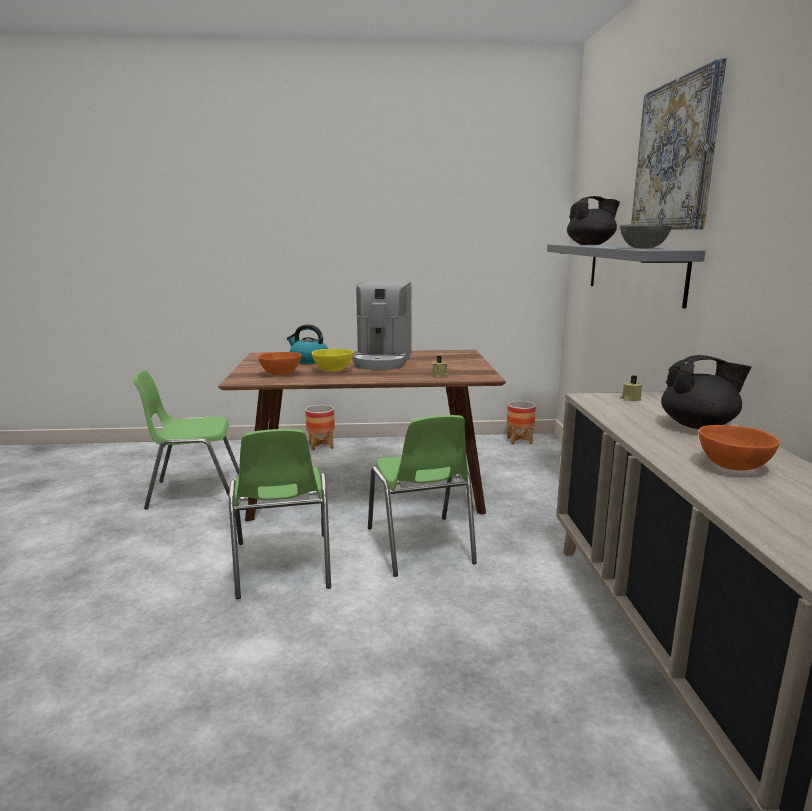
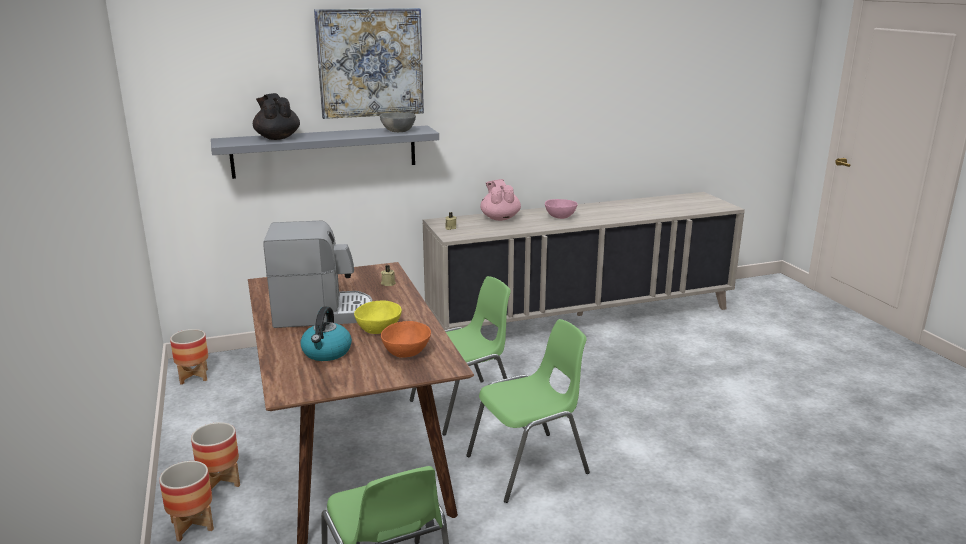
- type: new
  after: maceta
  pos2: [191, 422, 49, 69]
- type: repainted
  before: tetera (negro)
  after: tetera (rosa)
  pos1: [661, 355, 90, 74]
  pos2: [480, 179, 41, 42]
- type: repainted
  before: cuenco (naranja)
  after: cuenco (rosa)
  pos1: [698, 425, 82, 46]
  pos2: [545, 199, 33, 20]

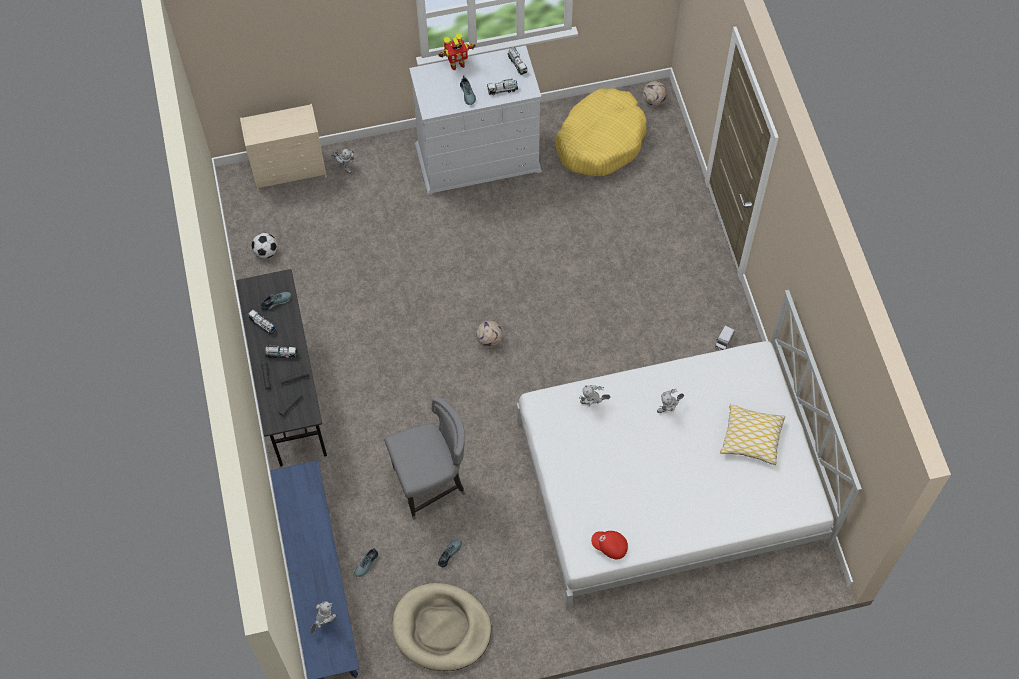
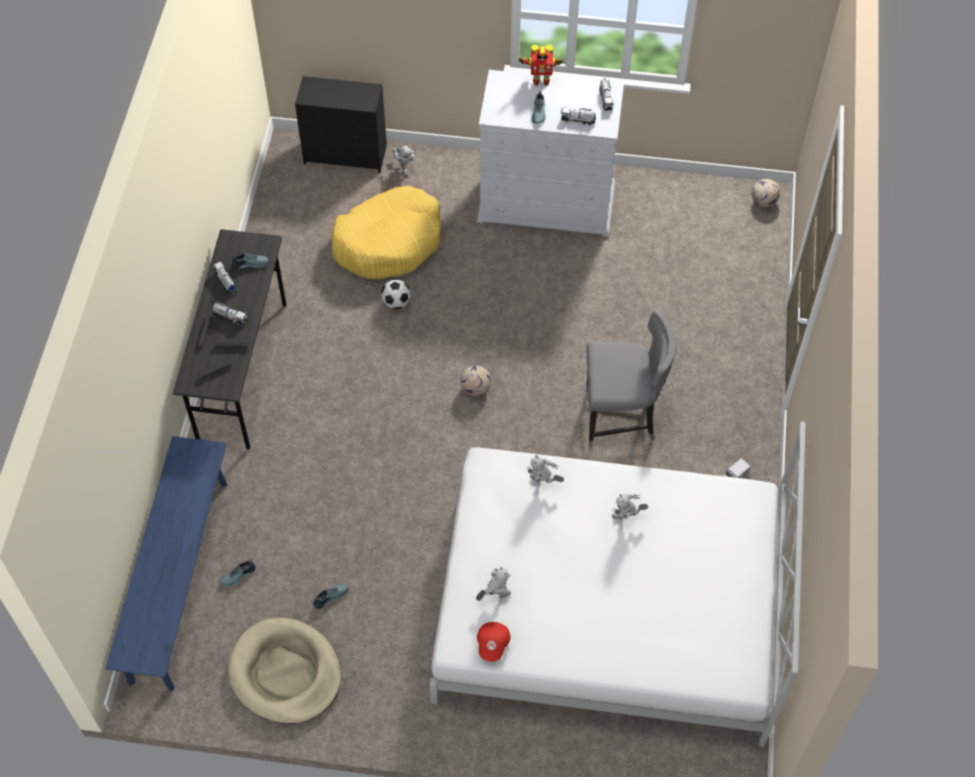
- type: gone
  before: cojín
  pos1: [720, 404, 65, 61]
- type: shifted
  before: balón de fútbol
  pos1: [252, 233, 26, 26]
  pos2: [381, 280, 30, 29]
- type: shifted
  before: robot de juguete
  pos1: [310, 601, 27, 33]
  pos2: [476, 567, 35, 34]
- type: shifted
  before: silla (gris)
  pos1: [384, 396, 81, 124]
  pos2: [586, 309, 90, 138]
- type: shifted
  before: cama para perro (amarillo)
  pos1: [555, 88, 92, 88]
  pos2: [332, 186, 109, 93]
- type: repainted
  before: cómoda (beis)
  after: cómoda (negro)
  pos1: [240, 104, 87, 87]
  pos2: [295, 76, 92, 97]
- type: rotated
  before: gorra (rojo)
  pos1: [591, 531, 37, 28]
  pos2: [477, 622, 33, 40]
  turn: -120

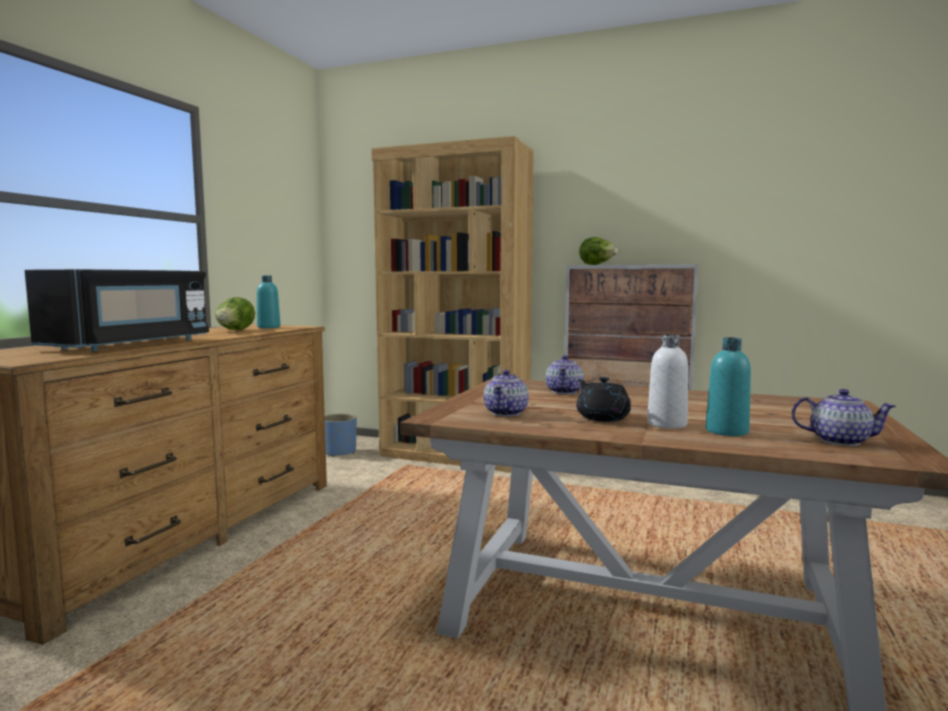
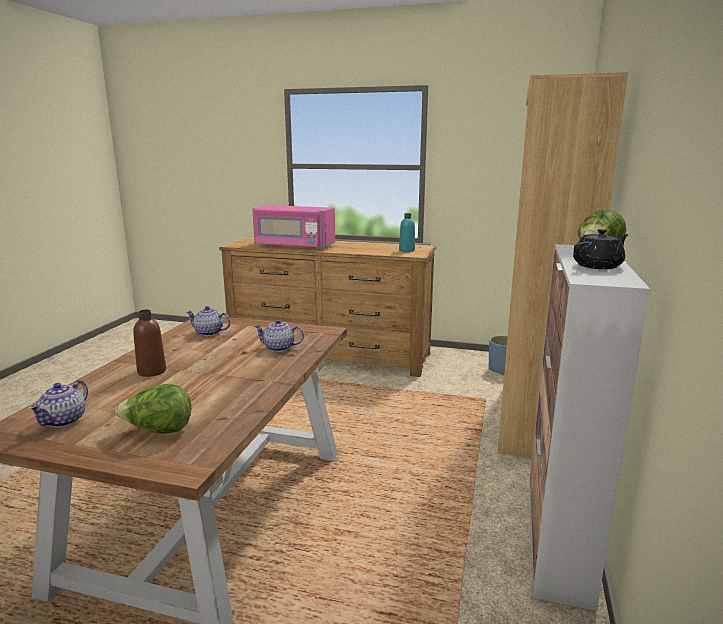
- type: gone
  before: botella (turquesa)
  pos1: [706, 337, 45, 99]
- type: shifted
  before: lechuga
  pos1: [215, 297, 40, 34]
  pos2: [115, 384, 76, 50]
- type: shifted
  before: tetera (negro)
  pos1: [577, 377, 54, 45]
  pos2: [573, 229, 56, 40]
- type: repainted
  before: microondas (negro)
  after: microondas (rosa)
  pos1: [25, 269, 184, 83]
  pos2: [252, 205, 83, 44]
- type: repainted
  before: botella (blanco)
  after: botella (marrón)
  pos1: [647, 335, 41, 94]
  pos2: [133, 310, 33, 67]

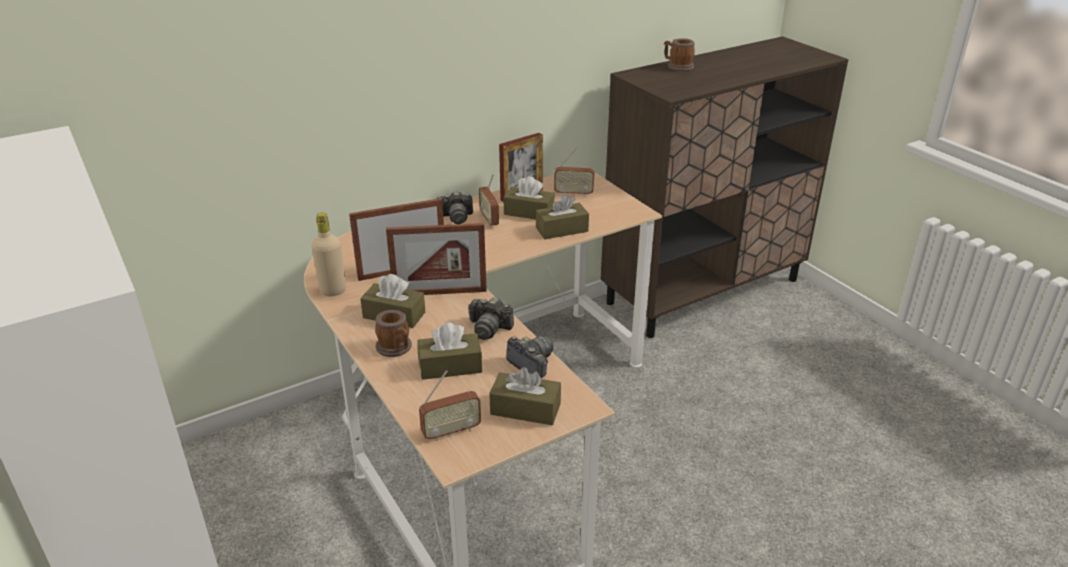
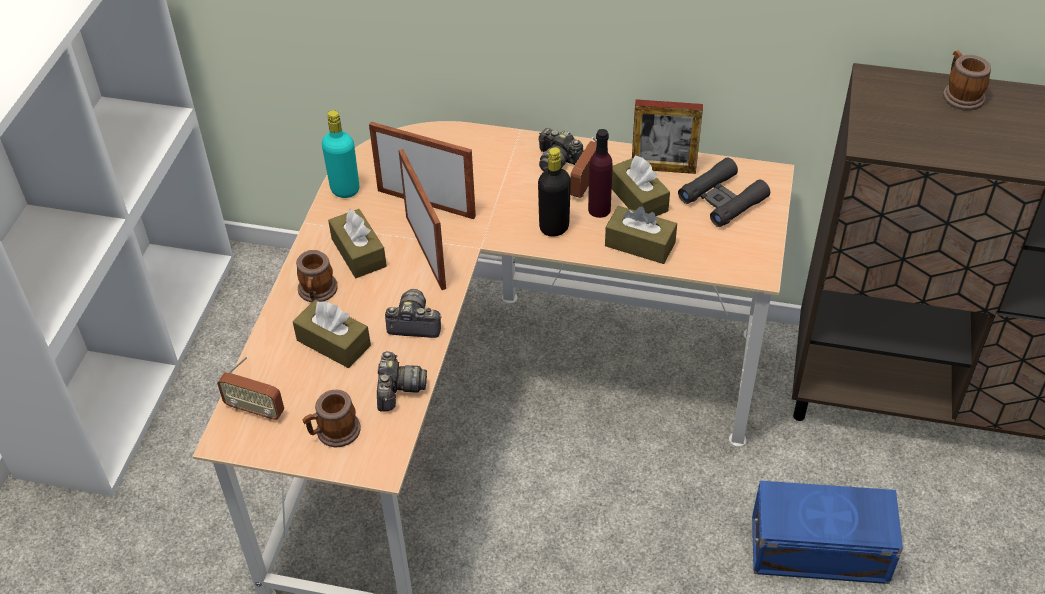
- type: new
  after: botella (negro)
  pos2: [538, 147, 33, 90]
- type: new
  after: botella (morado)
  pos2: [588, 129, 25, 89]
- type: new
  after: caja de almacenaje (azul)
  pos2: [752, 481, 151, 103]
- type: swapped
  before: caja de pañuelos (marrón)
  after: taza grande
  pos1: [489, 367, 72, 58]
  pos2: [303, 390, 58, 57]
- type: swapped
  before: radio
  after: prismáticos (negro)
  pos1: [554, 148, 40, 48]
  pos2: [678, 158, 92, 69]
- type: repainted
  before: botella (beis)
  after: botella (turquesa)
  pos1: [311, 213, 35, 83]
  pos2: [322, 110, 37, 88]
- type: rotated
  before: portarretratos
  pos1: [386, 223, 101, 72]
  pos2: [398, 149, 48, 141]
  turn: -150
- type: rotated
  before: cámara
  pos1: [468, 297, 46, 43]
  pos2: [385, 289, 57, 49]
  turn: 120

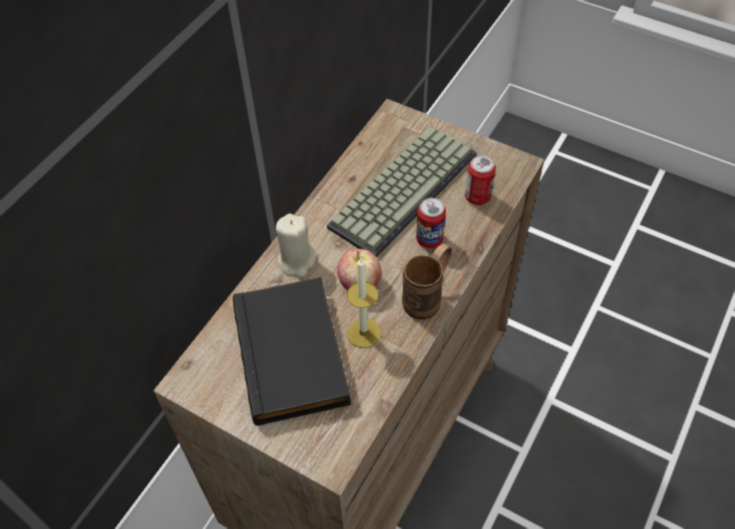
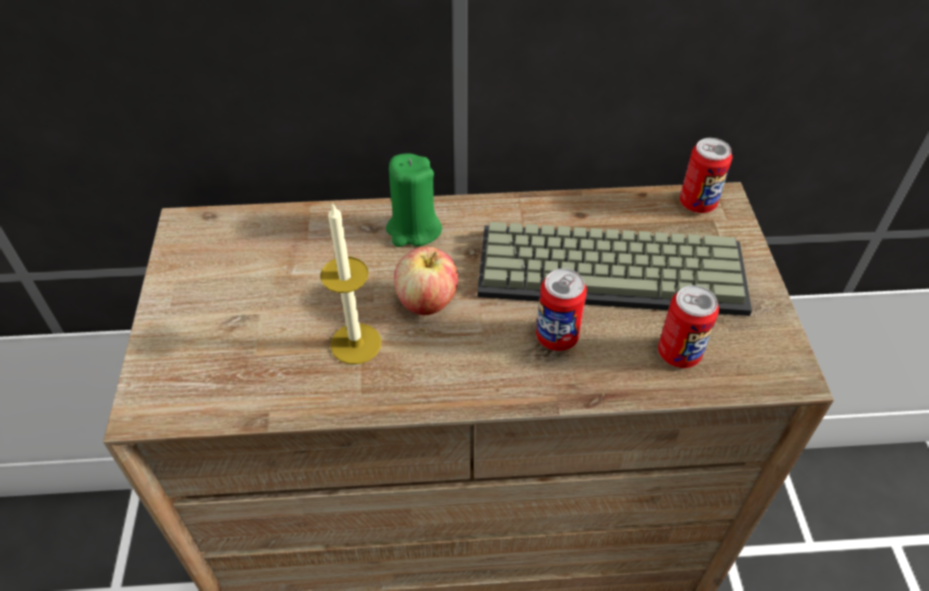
- type: gone
  before: libro (negro)
  pos1: [233, 277, 118, 149]
- type: gone
  before: taza grande (marrón)
  pos1: [402, 243, 50, 77]
- type: new
  after: lata
  pos2: [680, 138, 52, 75]
- type: repainted
  before: vela (beis)
  after: vela (verde)
  pos1: [276, 214, 40, 63]
  pos2: [386, 153, 56, 94]

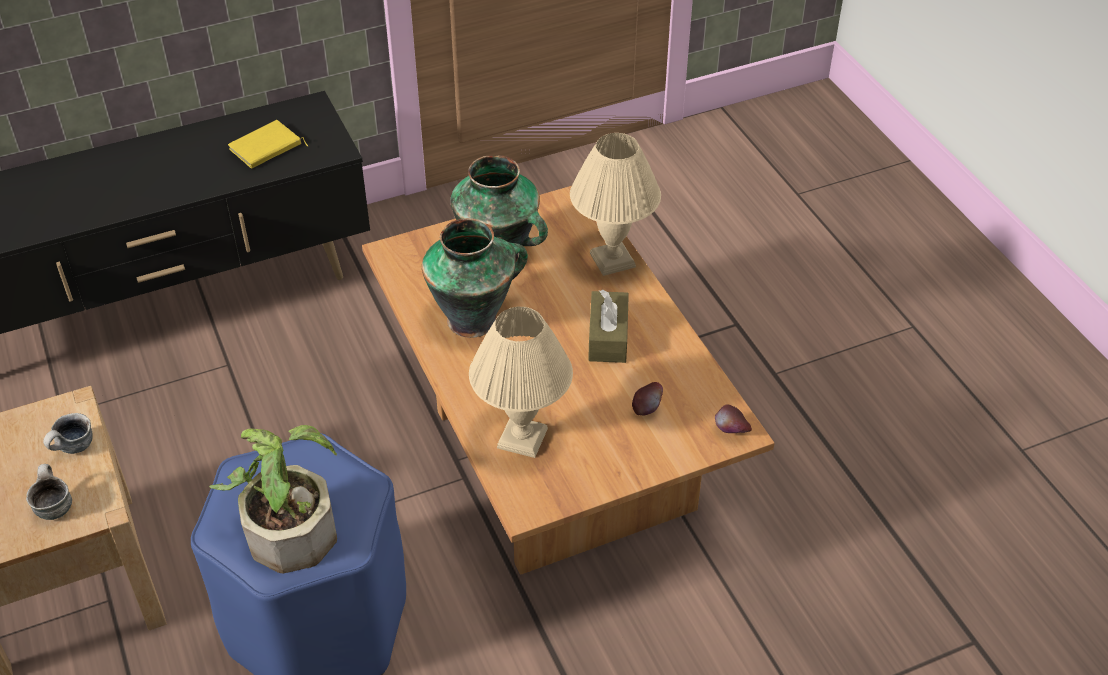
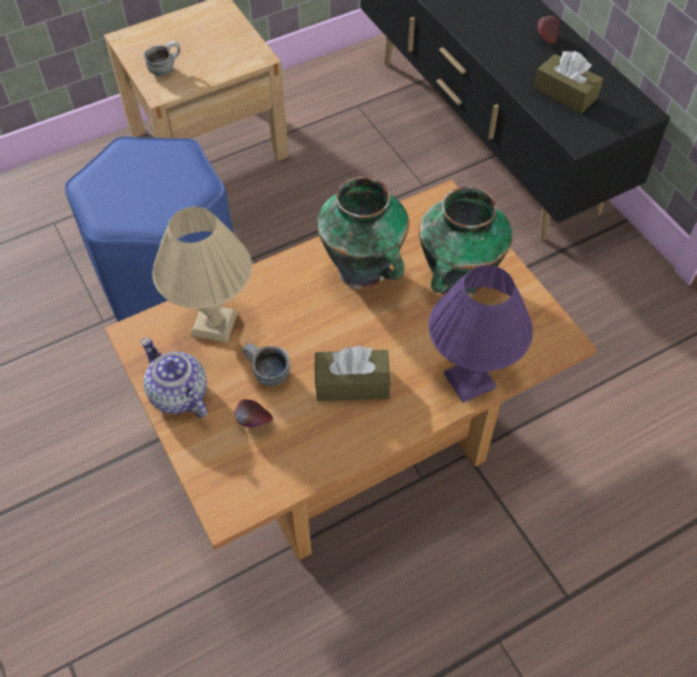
- type: gone
  before: planta en maceta
  pos1: [209, 425, 128, 148]
- type: new
  after: tetera
  pos2: [141, 338, 66, 80]
- type: shifted
  before: taza grande
  pos1: [43, 413, 50, 41]
  pos2: [242, 343, 48, 43]
- type: shifted
  before: manzana
  pos1: [715, 404, 37, 29]
  pos2: [538, 16, 22, 29]
- type: swapped
  before: libro (amarillo)
  after: caja de pañuelos (marrón)
  pos1: [228, 120, 80, 49]
  pos2: [534, 51, 69, 62]
- type: repainted
  before: lámpara de mesa (beis)
  after: lámpara de mesa (morado)
  pos1: [570, 133, 91, 143]
  pos2: [428, 265, 105, 138]

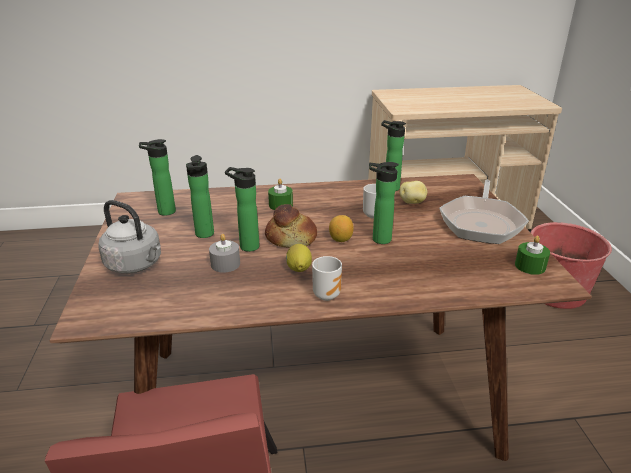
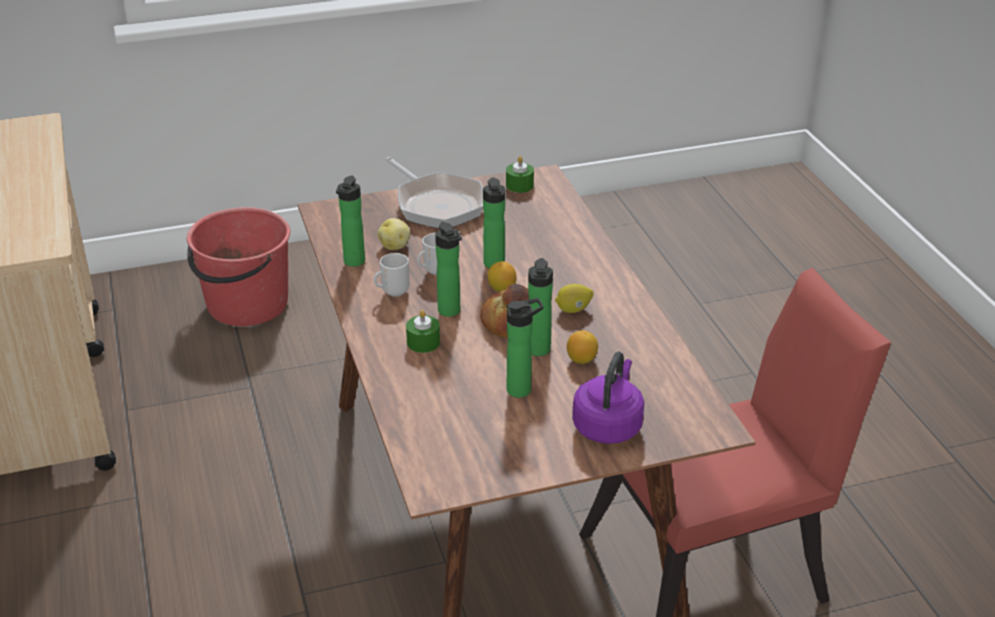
- type: shifted
  before: botella
  pos1: [139, 139, 37, 77]
  pos2: [435, 222, 27, 95]
- type: shifted
  before: taza grande
  pos1: [312, 256, 30, 45]
  pos2: [373, 253, 36, 44]
- type: swapped
  before: vela (gris)
  after: limón
  pos1: [209, 234, 31, 39]
  pos2: [567, 330, 31, 34]
- type: repainted
  before: hervidor (gris)
  after: hervidor (morado)
  pos1: [98, 200, 63, 74]
  pos2: [572, 352, 72, 92]
- type: rotated
  before: sartén
  pos1: [439, 180, 90, 64]
  pos2: [385, 157, 98, 71]
  turn: 45

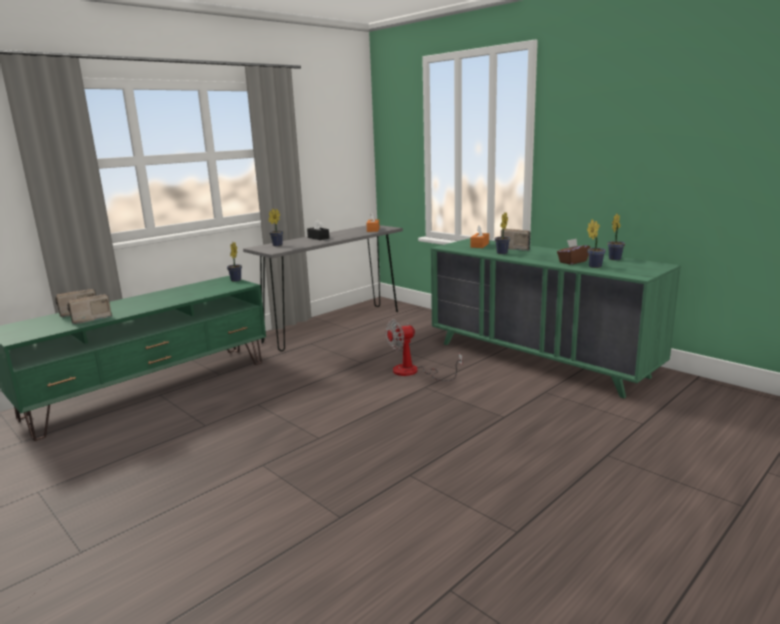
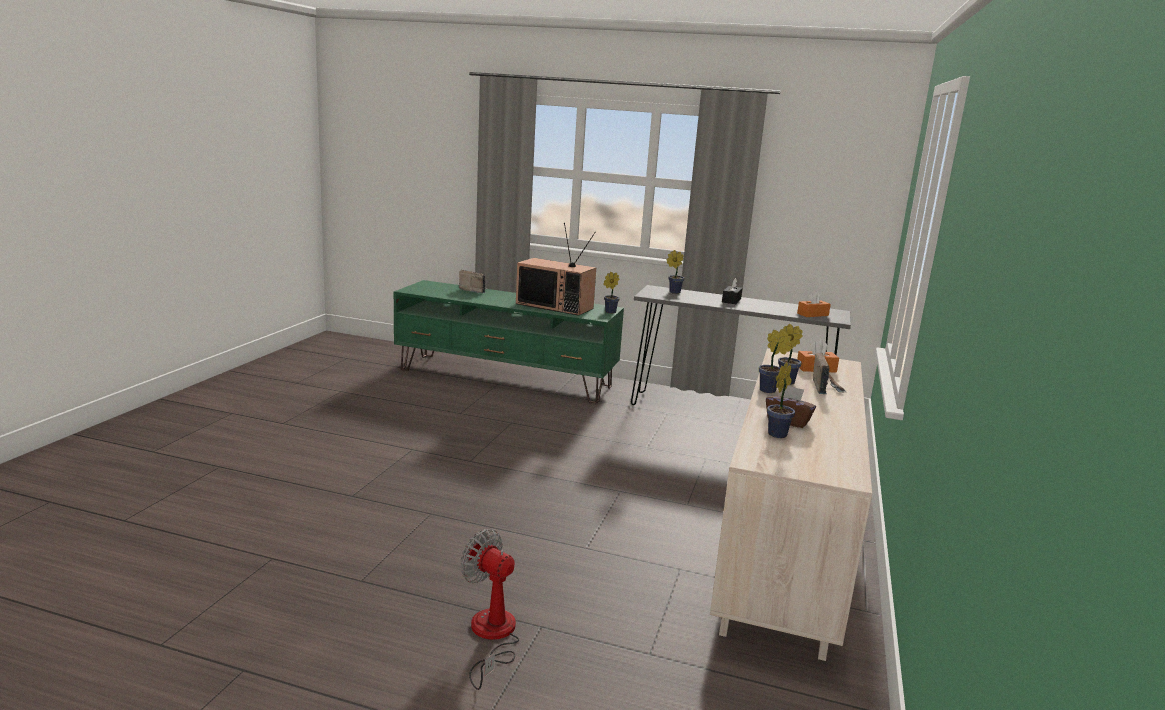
- type: gone
  before: radio
  pos1: [67, 294, 46, 30]
- type: new
  after: televisor
  pos2: [516, 223, 80, 93]
- type: shifted
  before: ventilador
  pos1: [386, 319, 77, 62]
  pos2: [460, 529, 59, 161]
- type: shifted
  before: planta en maceta
  pos1: [607, 213, 18, 47]
  pos2: [759, 329, 33, 64]
- type: repainted
  before: cómoda (verde)
  after: cómoda (beis)
  pos1: [431, 238, 250, 160]
  pos2: [710, 349, 162, 312]

